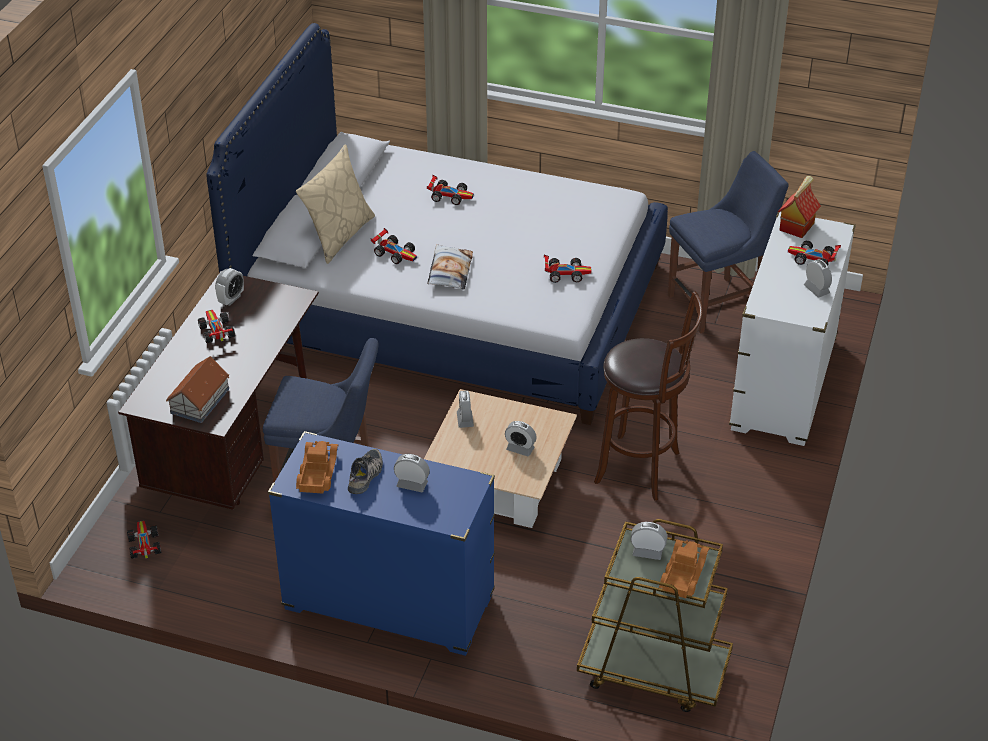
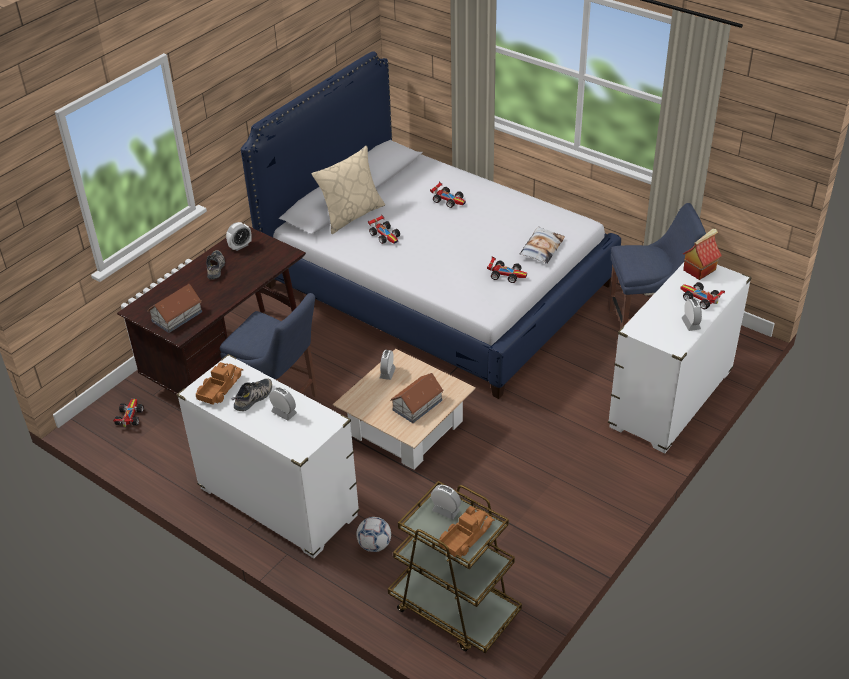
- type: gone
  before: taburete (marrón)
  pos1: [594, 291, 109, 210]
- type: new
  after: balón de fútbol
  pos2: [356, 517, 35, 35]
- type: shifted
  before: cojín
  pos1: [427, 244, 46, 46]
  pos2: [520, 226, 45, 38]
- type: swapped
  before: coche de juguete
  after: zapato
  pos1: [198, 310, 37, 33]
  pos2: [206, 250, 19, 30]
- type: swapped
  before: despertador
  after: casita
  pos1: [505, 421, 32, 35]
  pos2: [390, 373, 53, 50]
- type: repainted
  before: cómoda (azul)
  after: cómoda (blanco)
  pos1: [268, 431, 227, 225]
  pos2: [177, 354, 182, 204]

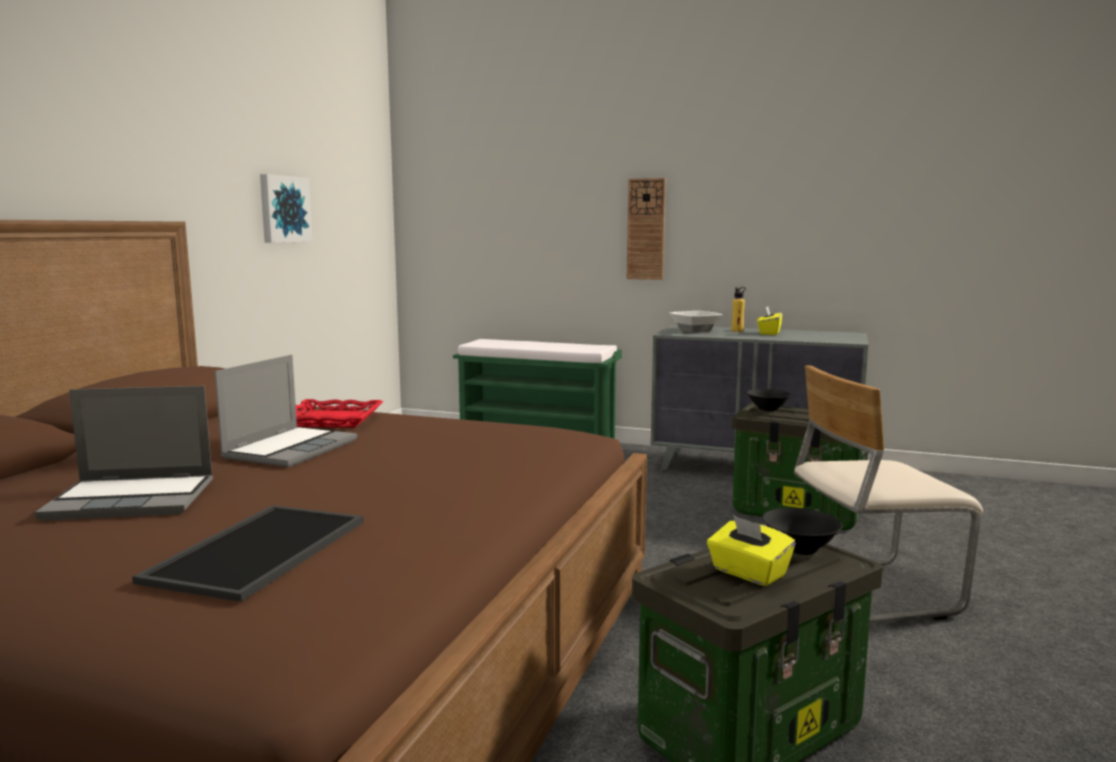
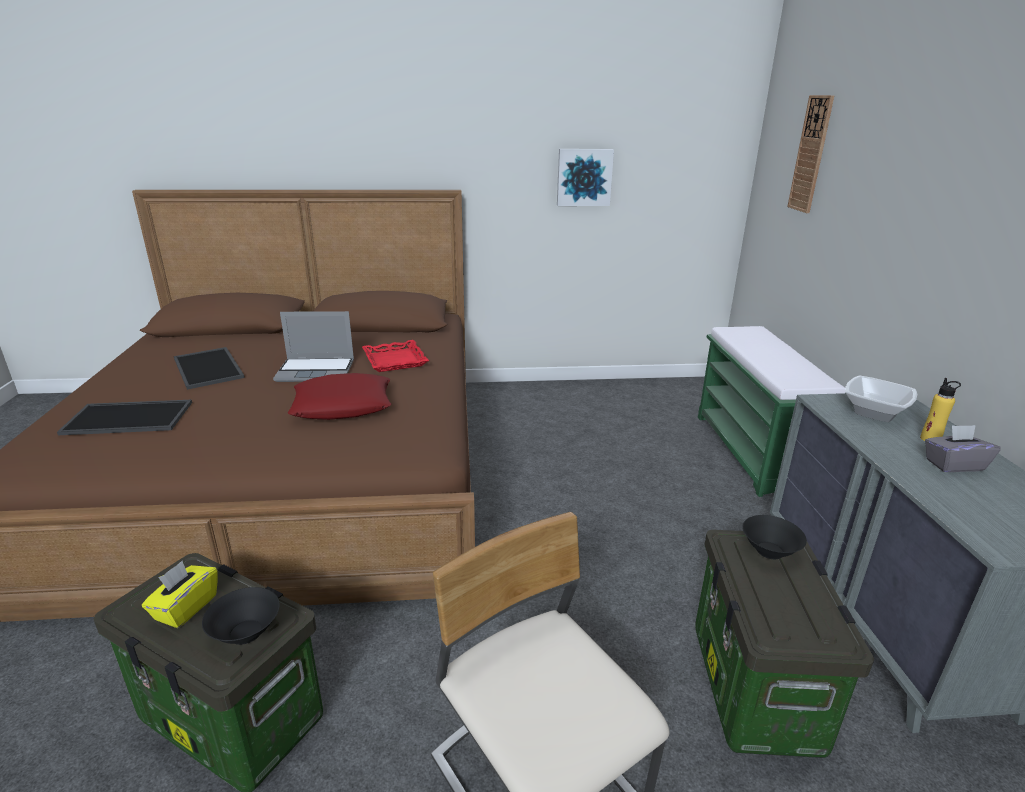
- type: new
  after: cojín (rojo)
  pos2: [288, 373, 103, 47]
- type: shifted
  before: reloj de pared
  pos1: [627, 178, 39, 102]
  pos2: [787, 95, 47, 118]
- type: swapped
  before: portátil
  after: bandeja
  pos1: [35, 386, 178, 135]
  pos2: [174, 347, 71, 43]
- type: repainted
  before: caja de pañuelos (amarillo)
  after: caja de pañuelos (gris)
  pos1: [757, 306, 25, 29]
  pos2: [925, 425, 76, 47]

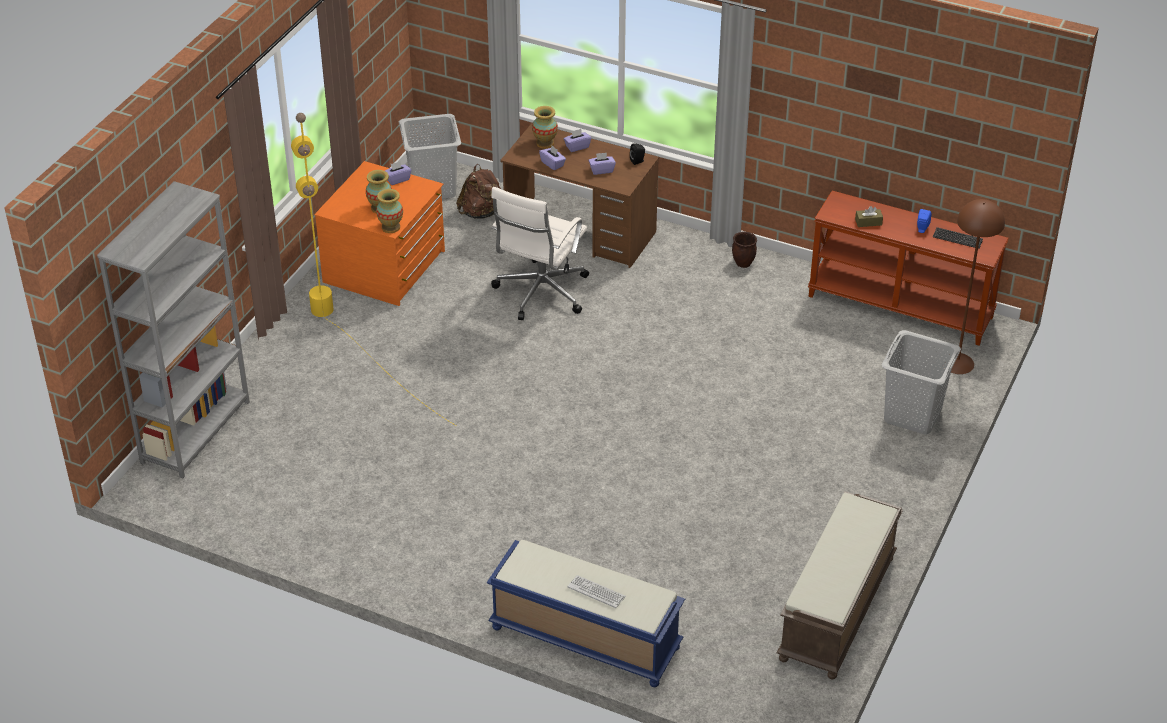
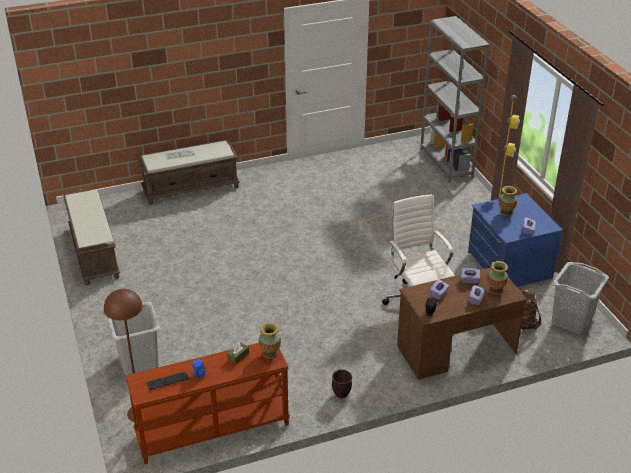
- type: shifted
  before: florero
  pos1: [376, 189, 27, 44]
  pos2: [259, 322, 22, 37]
- type: repainted
  before: cómoda (naranja)
  after: cómoda (azul)
  pos1: [314, 161, 131, 145]
  pos2: [468, 193, 94, 94]
- type: repainted
  before: banco (azul)
  after: banco (marrón)
  pos1: [487, 540, 198, 147]
  pos2: [138, 140, 102, 65]

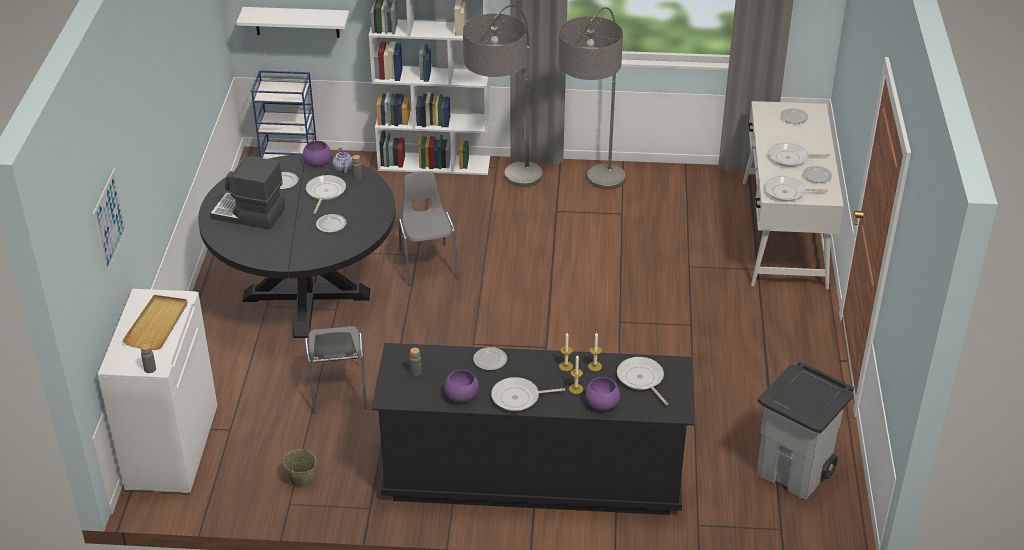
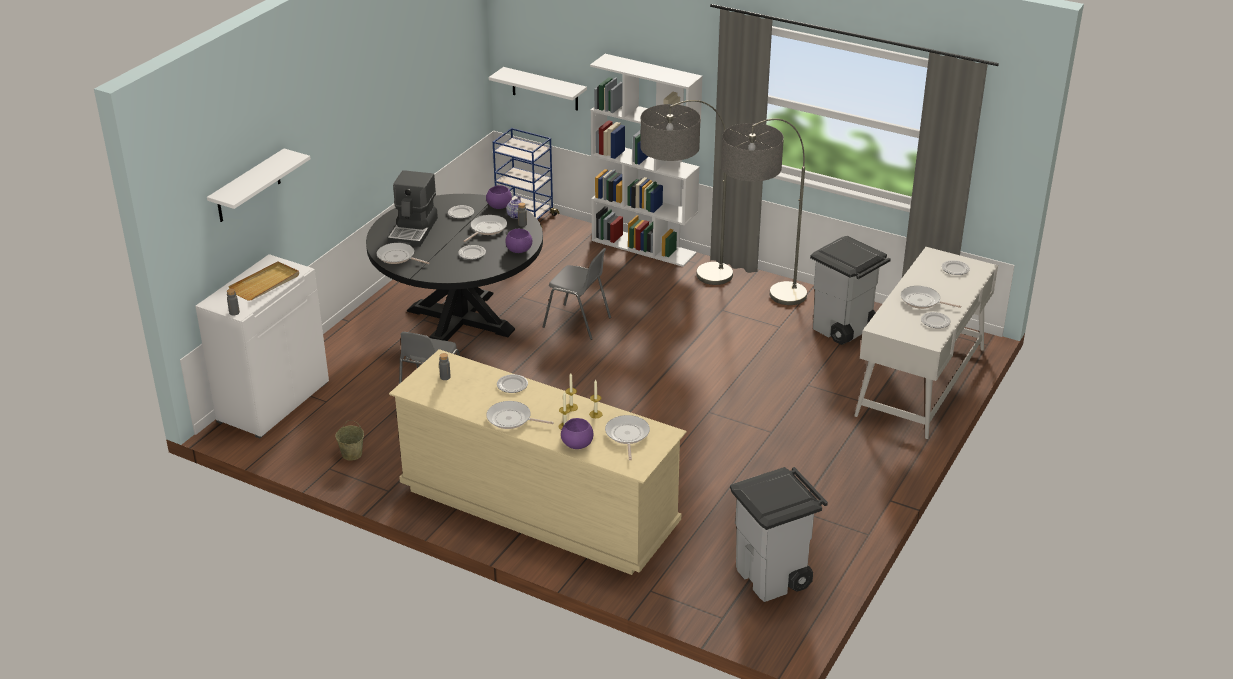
- type: new
  after: papelera (gris)
  pos2: [810, 236, 81, 109]
- type: shifted
  before: cuenco (morado)
  pos1: [444, 370, 35, 32]
  pos2: [505, 229, 27, 24]
- type: shifted
  before: sartén
  pos1: [765, 176, 63, 25]
  pos2: [376, 243, 53, 21]
- type: swapped
  before: cuadro
  after: estante (blanco)
  pos1: [93, 169, 34, 106]
  pos2: [207, 149, 103, 73]
- type: repainted
  before: cómoda (negro)
  after: cómoda (beis)
  pos1: [371, 343, 323, 172]
  pos2: [389, 349, 298, 226]
- type: rotated
  before: cafetera
  pos1: [210, 156, 75, 74]
  pos2: [388, 170, 50, 77]
  turn: -120
- type: rotated
  before: silla (gris)
  pos1: [399, 171, 60, 115]
  pos2: [543, 248, 68, 92]
  turn: 105

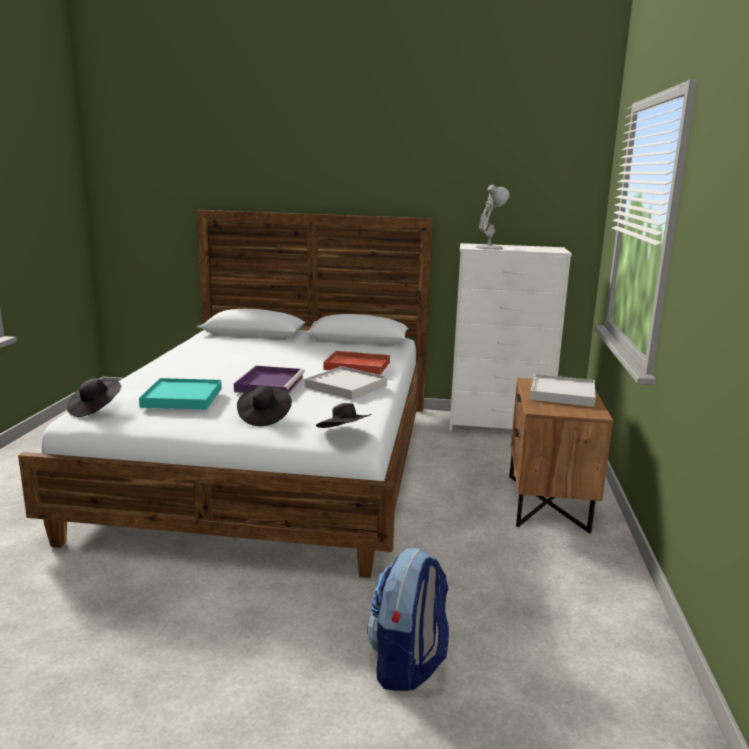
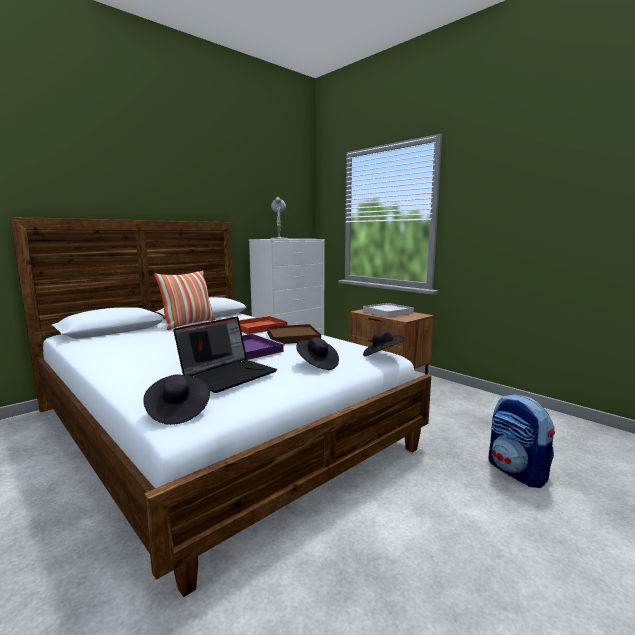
- type: new
  after: cojín
  pos2: [154, 270, 62, 60]
- type: swapped
  before: bandeja (turquesa)
  after: portátil
  pos1: [139, 378, 83, 32]
  pos2: [173, 317, 104, 76]
- type: repainted
  before: bandeja (blanco)
  after: bandeja (marrón)
  pos1: [305, 366, 82, 34]
  pos2: [267, 324, 54, 20]

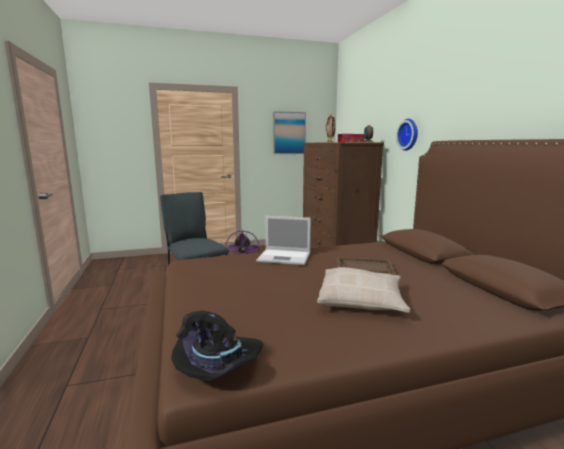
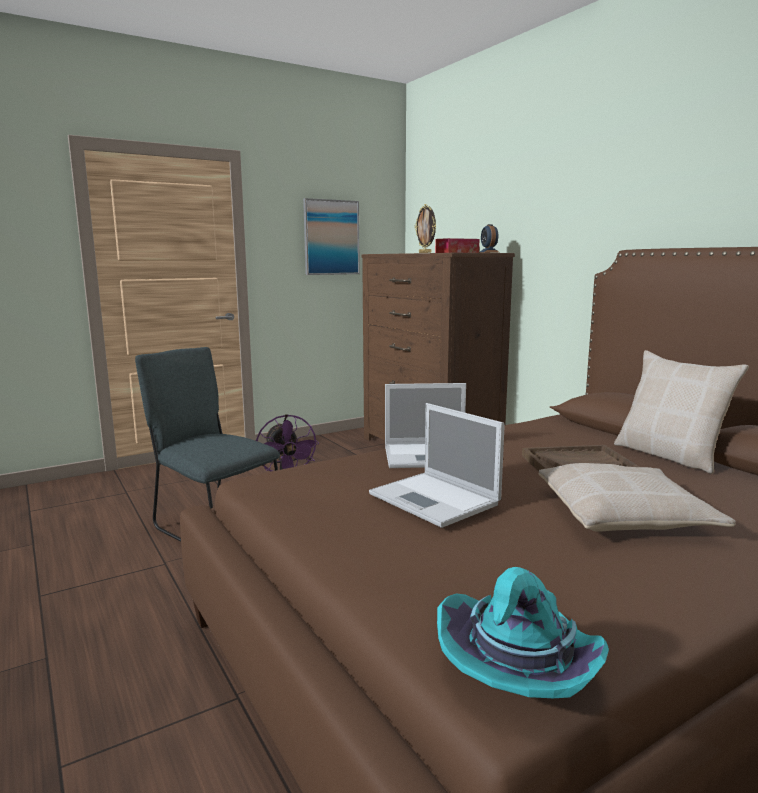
- type: gone
  before: reloj de pared
  pos1: [396, 119, 22, 32]
- type: new
  after: portátil
  pos2: [369, 403, 136, 125]
- type: new
  after: cojín (beis)
  pos2: [614, 350, 135, 124]
- type: repainted
  before: sombrero (negro)
  after: sombrero (turquesa)
  pos1: [171, 311, 92, 70]
  pos2: [437, 567, 172, 131]

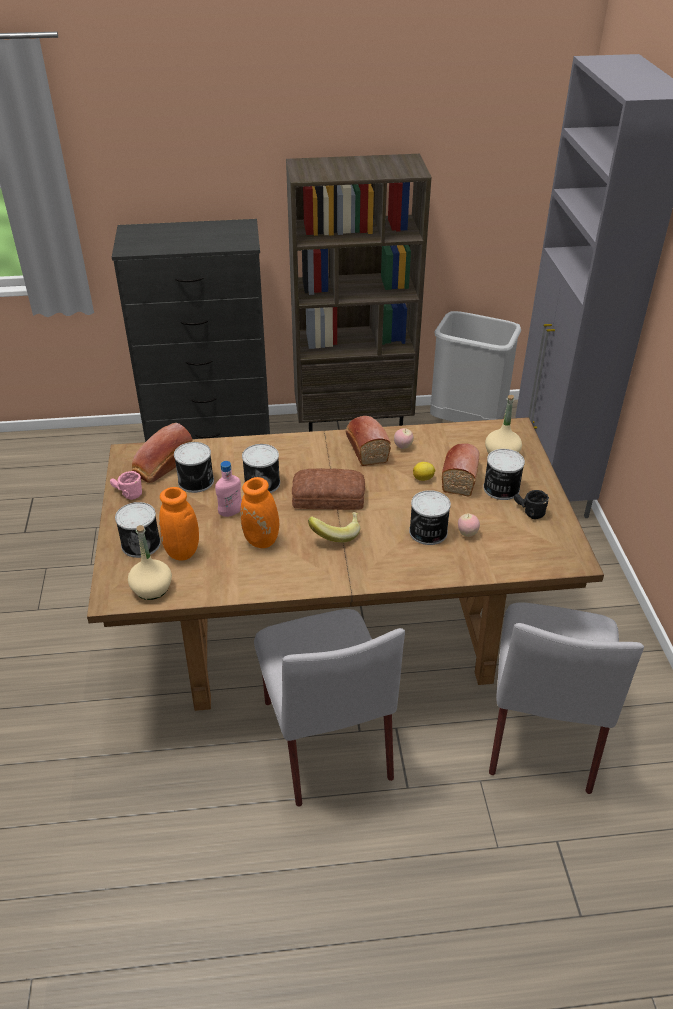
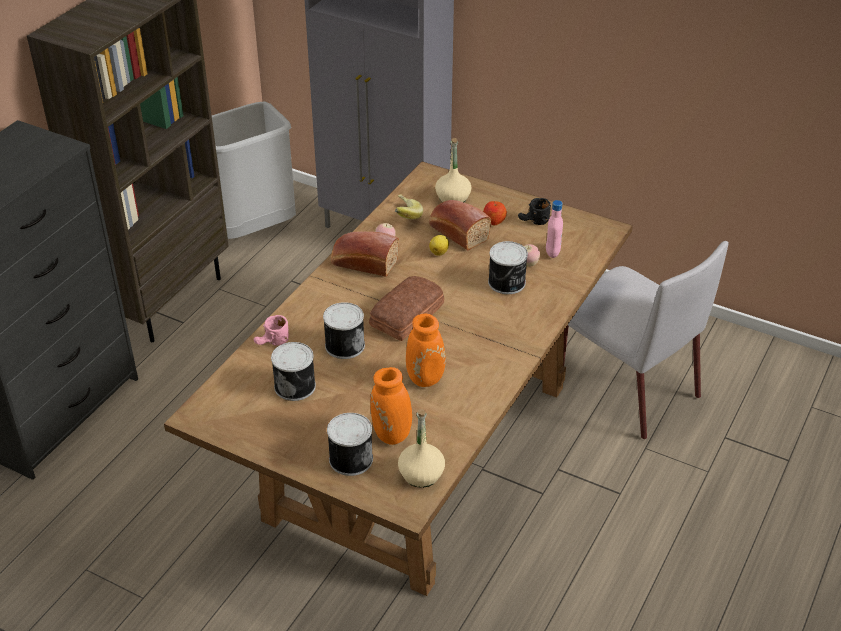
- type: gone
  before: pan
  pos1: [132, 423, 60, 60]
- type: gone
  before: silla (gris)
  pos1: [254, 609, 151, 197]
- type: shifted
  before: taza grande (rosa)
  pos1: [110, 471, 32, 29]
  pos2: [254, 315, 35, 31]
- type: shifted
  before: botella (rosa)
  pos1: [215, 461, 27, 56]
  pos2: [546, 200, 17, 58]
- type: shifted
  before: plátano
  pos1: [308, 512, 52, 30]
  pos2: [395, 194, 28, 25]
- type: swapped
  before: lata
  after: manzana
  pos1: [483, 449, 42, 51]
  pos2: [483, 201, 24, 24]

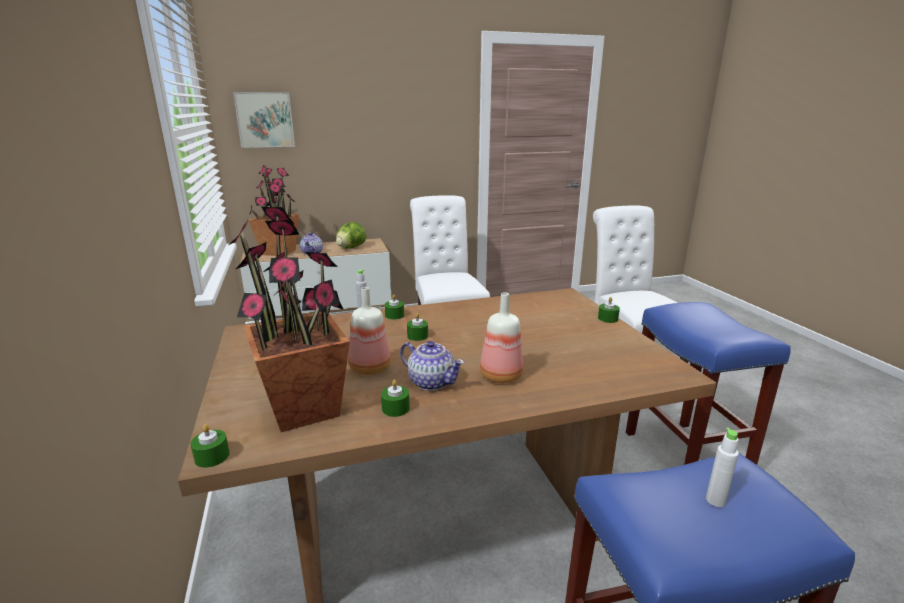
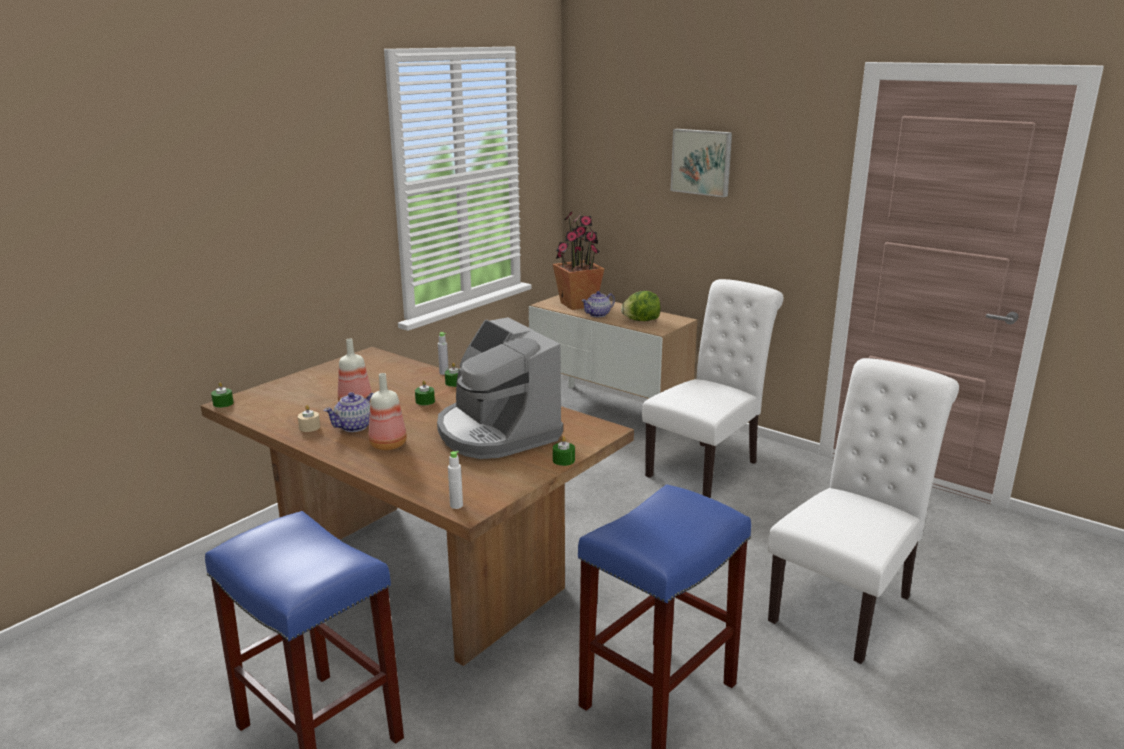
- type: gone
  before: planta en maceta
  pos1: [229, 207, 121, 225]
- type: new
  after: cafetera
  pos2: [437, 317, 126, 142]
- type: shifted
  before: cuadro
  pos1: [233, 92, 62, 56]
  pos2: [671, 129, 61, 68]
- type: shifted
  before: botella (blanco)
  pos1: [706, 428, 33, 79]
  pos2: [448, 451, 15, 58]
- type: repainted
  before: vela (verde)
  after: vela (beis)
  pos1: [381, 380, 29, 37]
  pos2: [298, 405, 22, 27]
- type: rotated
  before: tetera
  pos1: [400, 341, 65, 50]
  pos2: [324, 392, 50, 40]
  turn: 45

